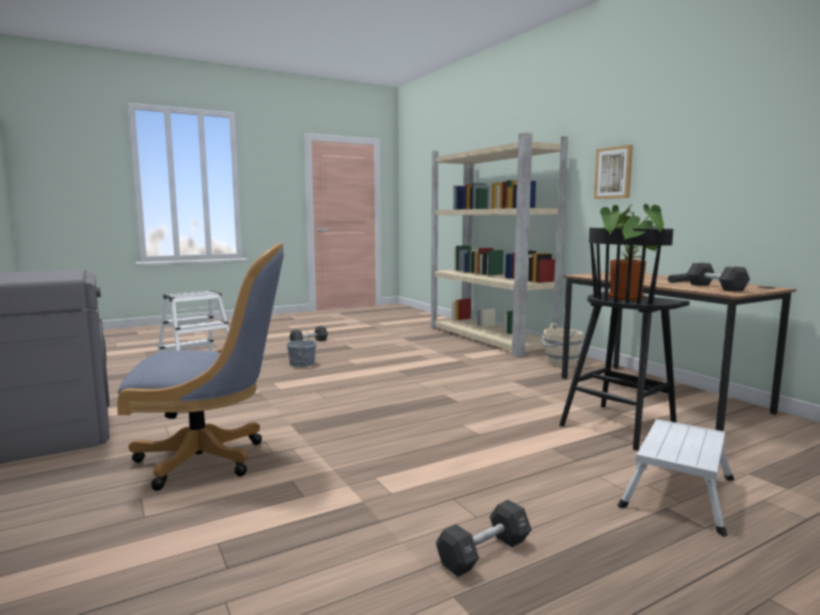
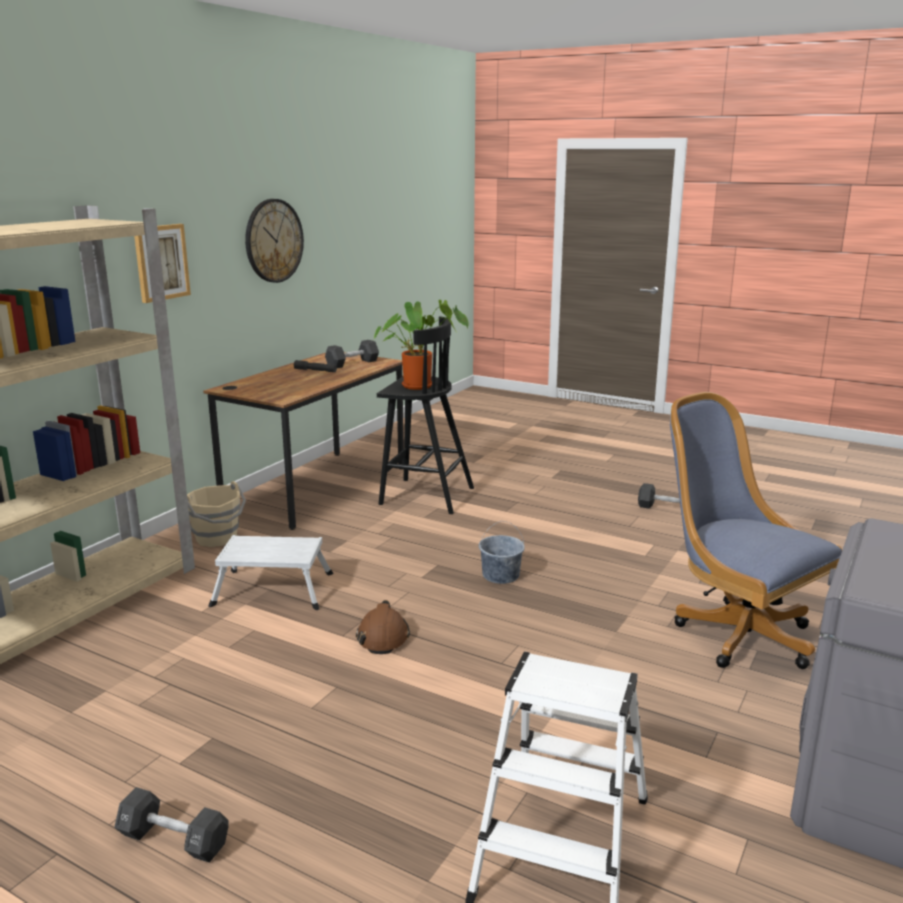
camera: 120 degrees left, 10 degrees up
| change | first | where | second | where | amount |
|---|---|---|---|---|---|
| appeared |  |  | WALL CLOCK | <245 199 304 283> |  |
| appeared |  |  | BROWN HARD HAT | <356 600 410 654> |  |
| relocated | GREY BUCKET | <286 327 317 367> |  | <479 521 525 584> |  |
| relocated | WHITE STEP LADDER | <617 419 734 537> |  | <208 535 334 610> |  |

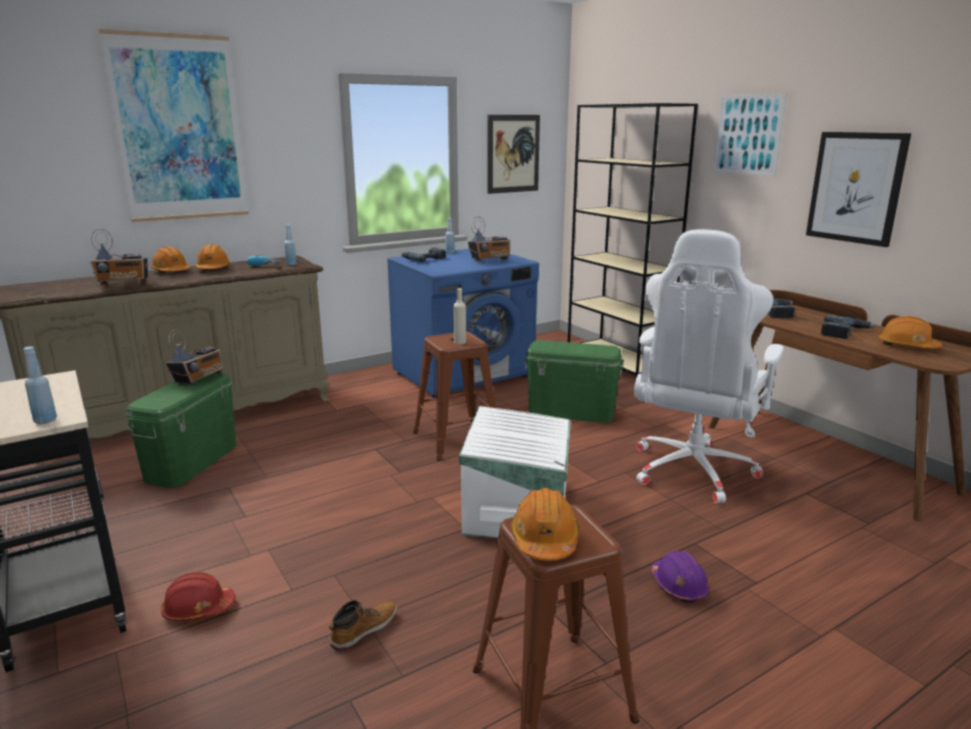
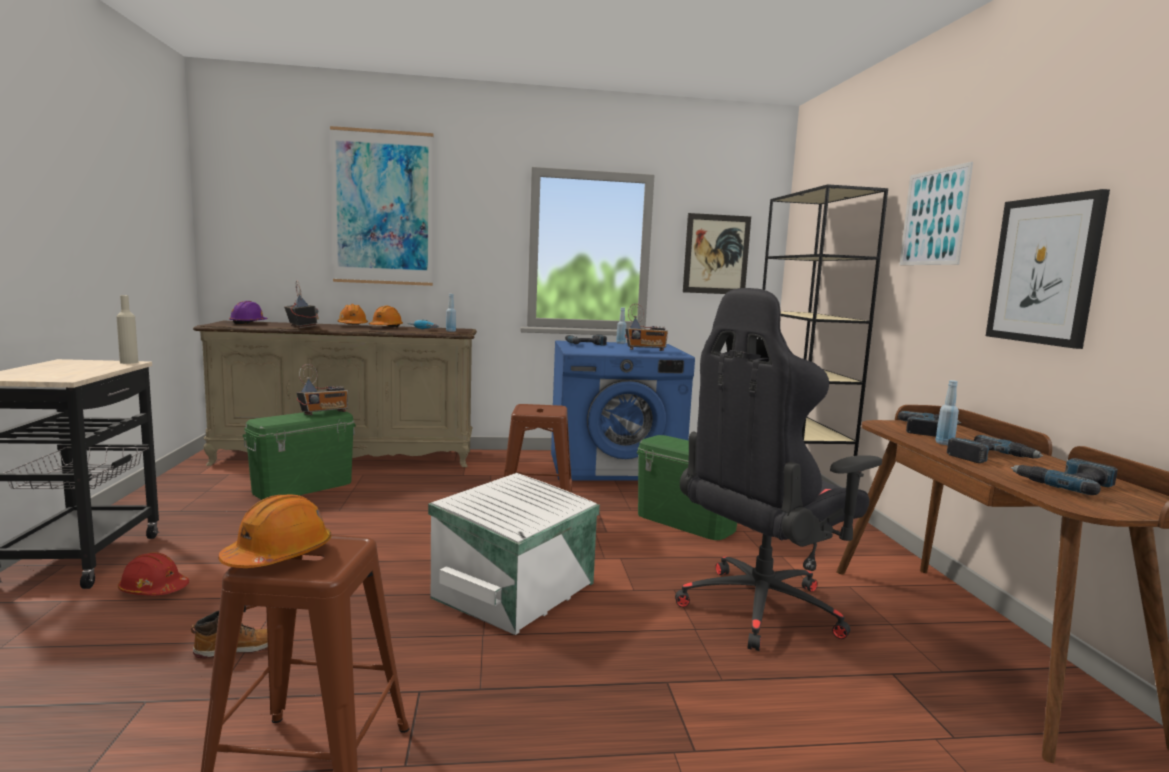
camera: 25 degrees right, 10 degrees down
| change | first | where | second | where | amount |
|---|---|---|---|---|---|
| relocated | BLUE BOTTLE | <23 347 57 424> |  | <936 380 959 445> |  |
| relocated | BEIGE BOTTLE | <453 288 466 344> |  | <117 295 138 364> |  |
| relocated | PURPLE HARD HAT | <651 550 710 602> |  | <229 301 268 325> |  |
| exchanged | ORANGE HARD HAT | <878 316 942 348> | POWER DRILL | <1011 458 1118 495> |  |
| colour | WHITE OFFICE CHAIR | <634 229 784 503> | BLACK OFFICE CHAIR | <675 288 882 651> |  |
| spun | RADIO | <90 229 148 285> |  | <284 281 319 329> | 135 degrees counterclockwise |

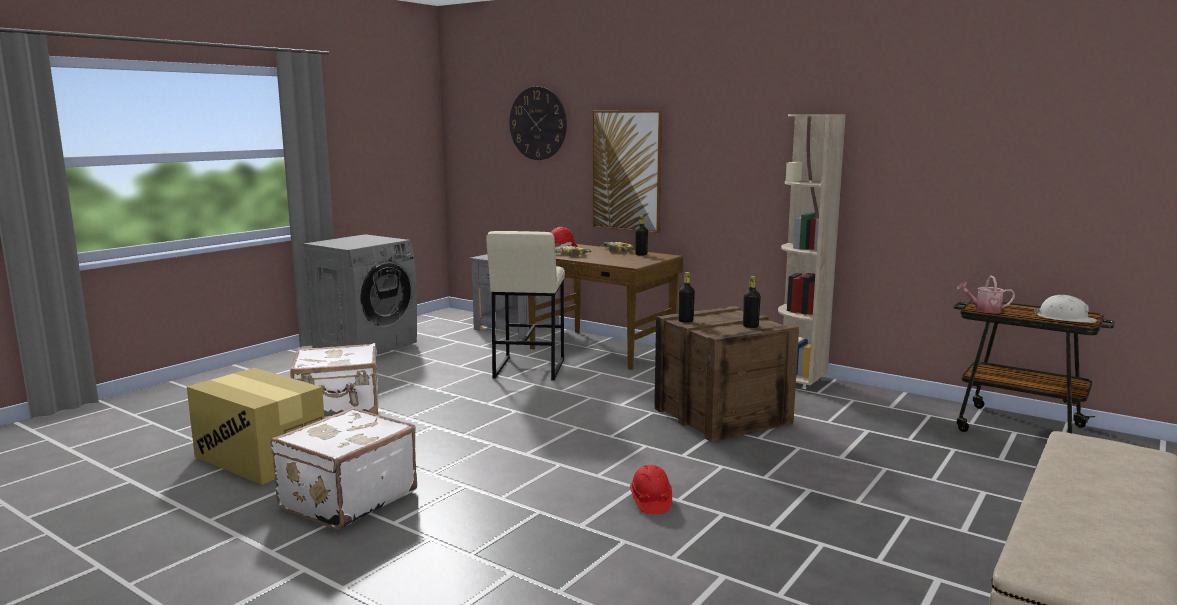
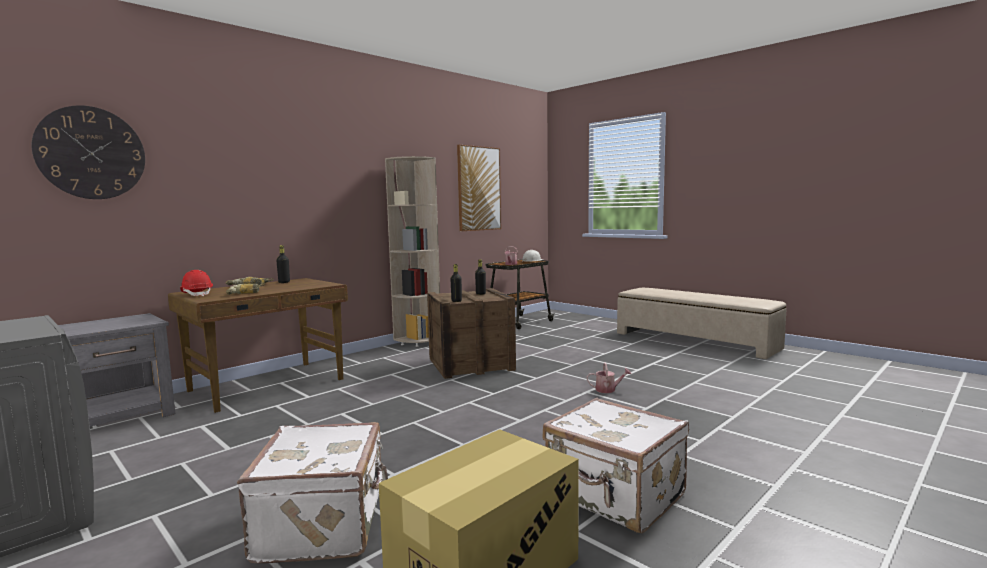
camera: 80 degrees left, 5 degrees down
| change | first | where | second | where | amount |
|---|---|---|---|---|---|
| missing | BEIGE STOOL | <486 231 565 381> |  |  |  |
| relocated | PICTURE | <593 111 663 233> |  | <457 145 501 231> |  |
| exchanged | RED HARD HAT | <630 465 672 514> | WATERING CAN | <587 362 631 393> |  |

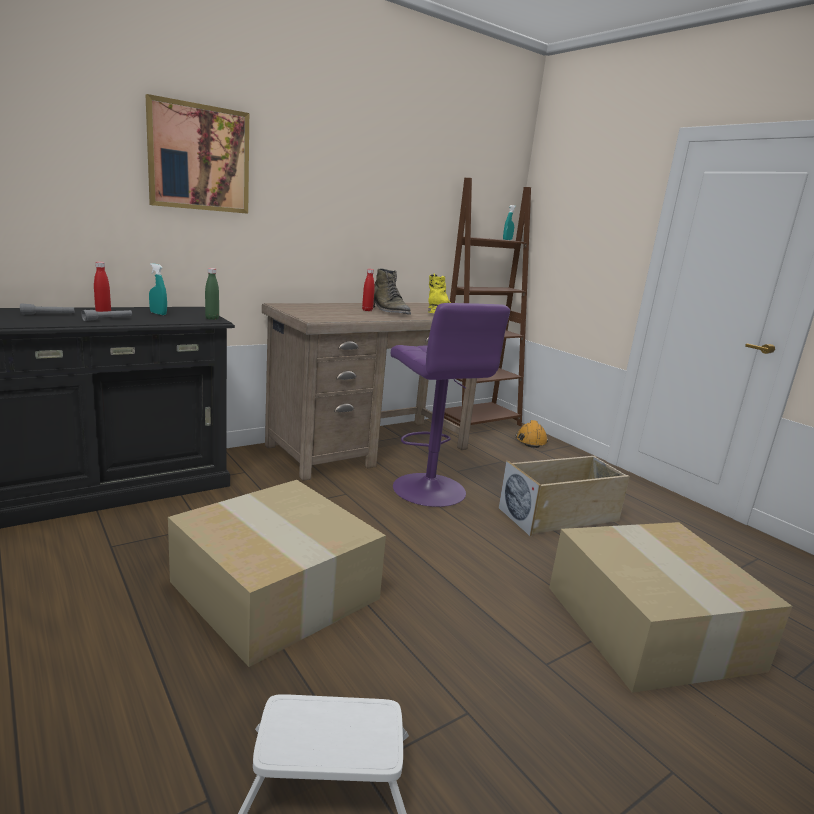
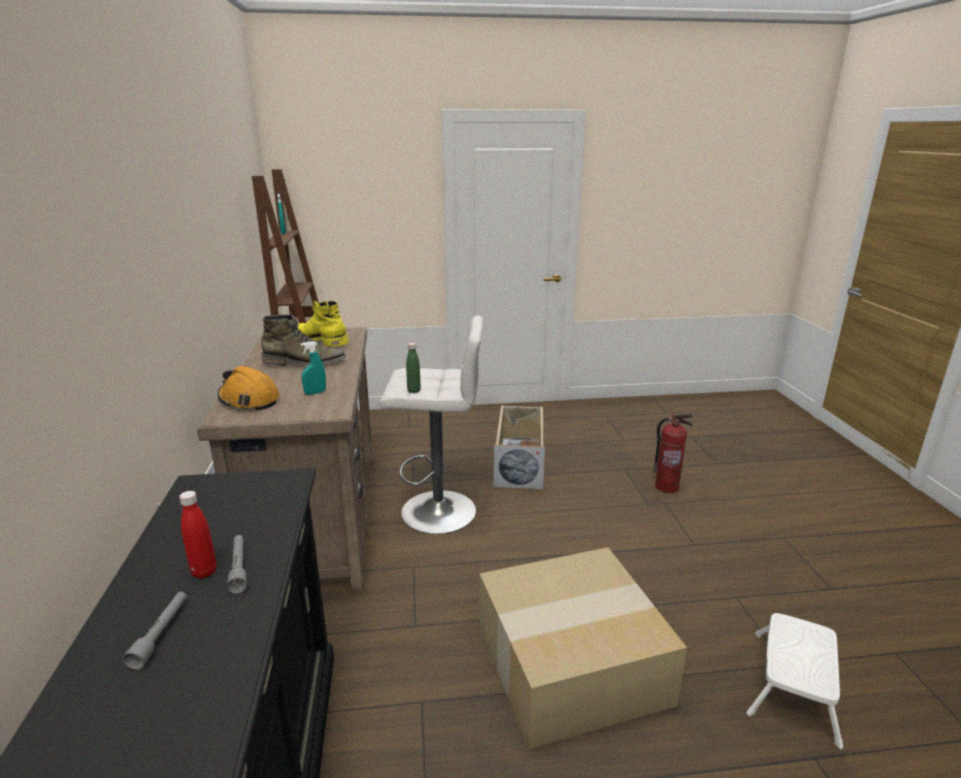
camera: 60 degrees left, 5 degrees up
| change | first | where | second | where | amount |
|---|---|---|---|---|---|
| missing | PICTURE | <146 94 249 214> |  |  |  |
| missing | RED BOTTLE | <362 269 375 311> |  |  |  |
| relocated | TURQUOISE SPRAY BOTTLE | <149 263 167 315> |  | <301 341 326 395> |  |
| relocated | GREEN BOTTLE | <205 268 219 320> |  | <406 343 421 393> |  |
| relocated | ORANGE HARD HAT | <516 420 548 448> |  | <218 366 280 410> |  |
| exchanged | CARDBOARD BOX | <549 522 792 693> | FIRE EXTINGUISHER | <654 414 693 493> |  |
| colour | PURPLE STOOL | <391 303 510 507> | WHITE STOOL | <380 315 484 534> |  |

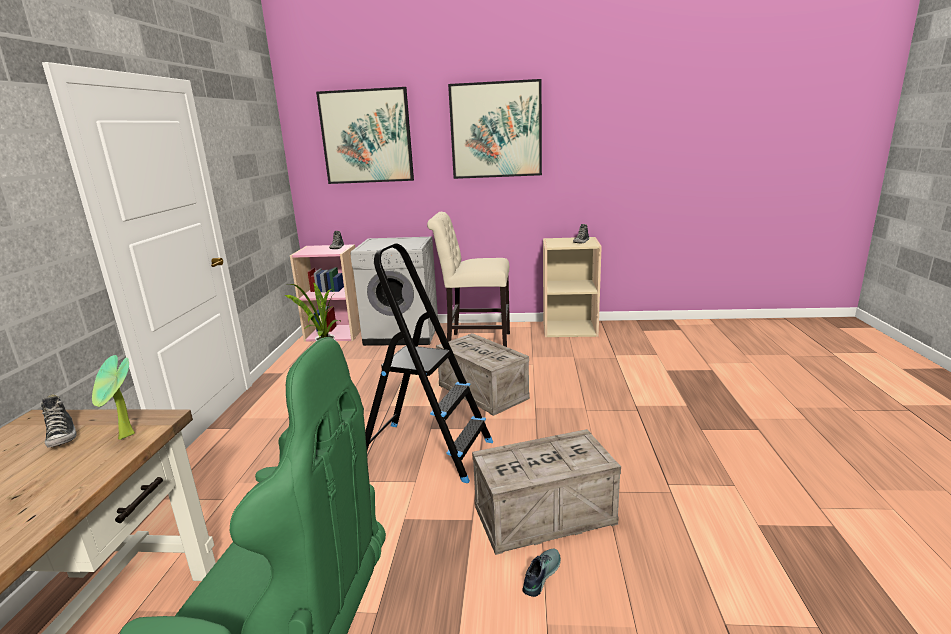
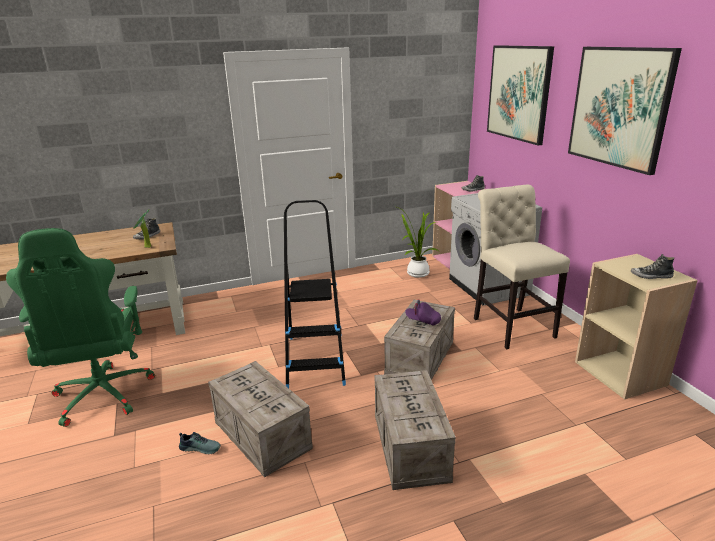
camera: 65 degrees right, 5 degrees up
| change | first | where | second | where | amount |
|---|---|---|---|---|---|
| appeared |  |  | CRATE | <374 370 456 490> |  |
| appeared |  |  | PURPLE CAP | <405 299 441 325> |  |

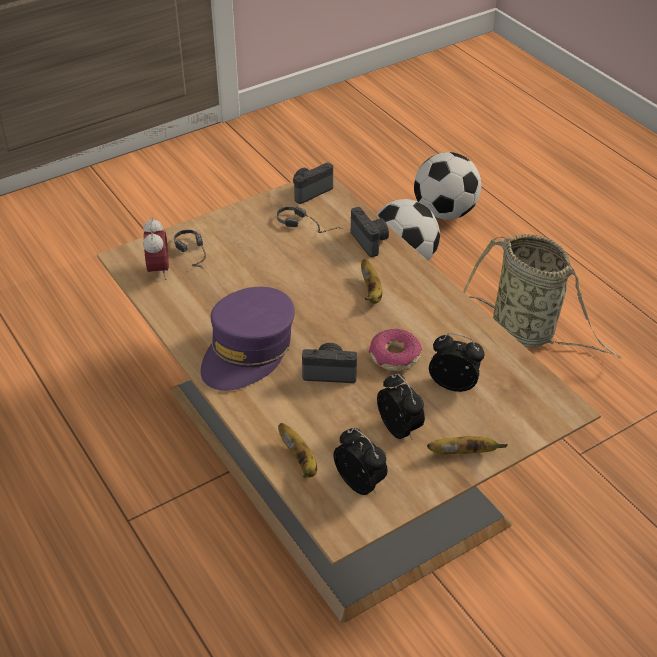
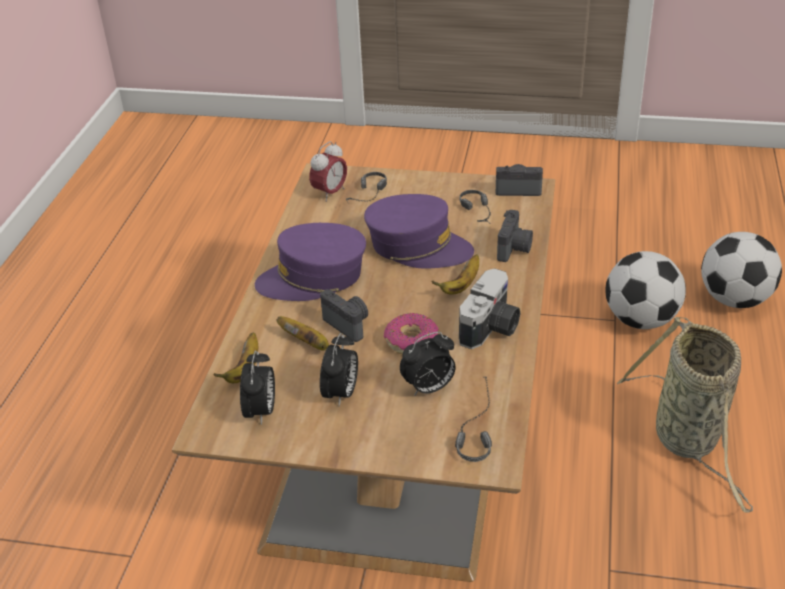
camera: 45 degrees right, 5 degrees down
| change | first | where | second | where | amount |
|---|---|---|---|---|---|
| appeared |  |  | PURPLE CAP | <364 194 474 269> |  |
| appeared |  |  | HEADPHONES | <455 377 492 462> |  |
| appeared |  |  | PHOTO CAMERA | <459 268 521 349> |  |
| relocated | BANANA | <427 436 508 454> |  | <277 316 329 351> |  |
| spun | ALARM CLOCK | <429 333 484 392> |  | <400 332 456 396> | 90 degrees clockwise |

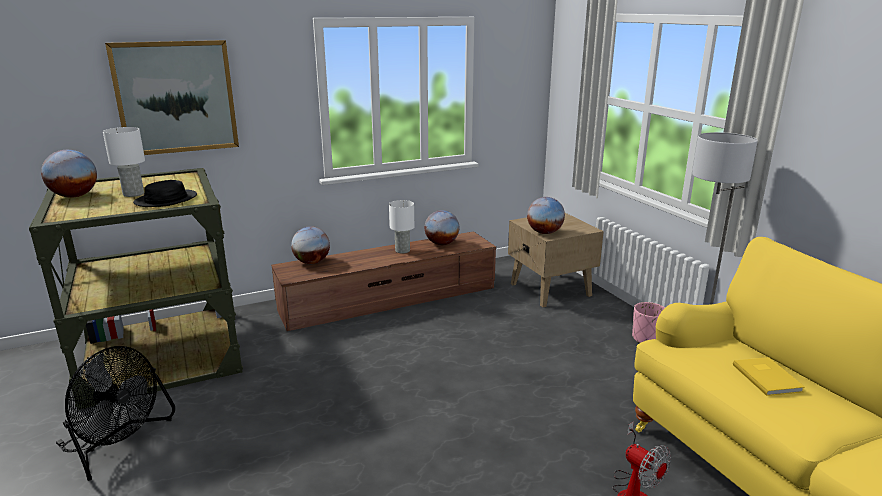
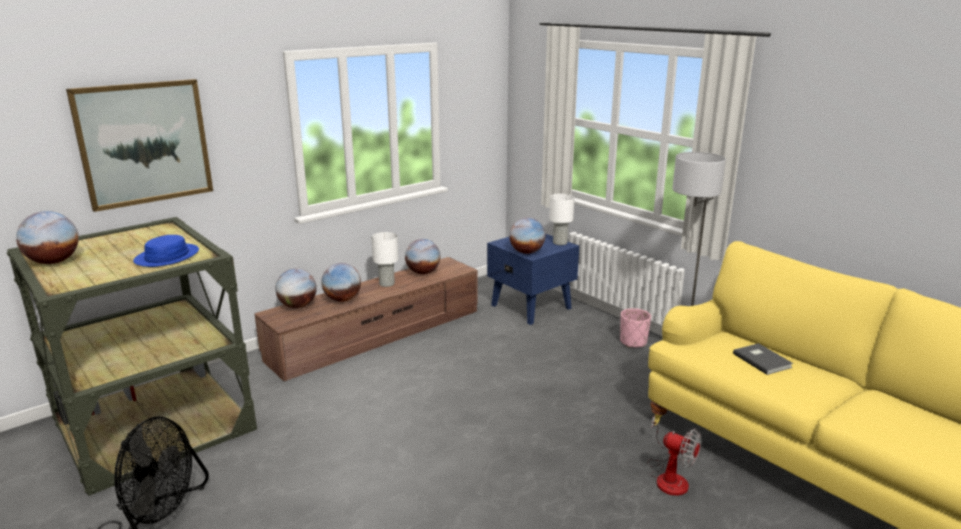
camera: 15 degrees left, 0 degrees up
| change | first | where | second | where | amount |
|---|---|---|---|---|---|
| appeared |  |  | GLOBE | <321 263 361 302> |  |
| relocated | WHITE TABLE LAMP | <103 127 145 197> |  | <549 194 575 245> |  |
| colour | BLACK HAT | <133 180 197 207> | BLUE HAT | <133 235 199 267> |  |
| colour | BEIGE NIGHTSTAND | <508 213 604 308> | BLUE NIGHTSTAND | <487 234 579 325> |  |
| colour | YELLOW BOOK | <733 357 805 396> | GREY BOOK | <733 343 793 375> |  |

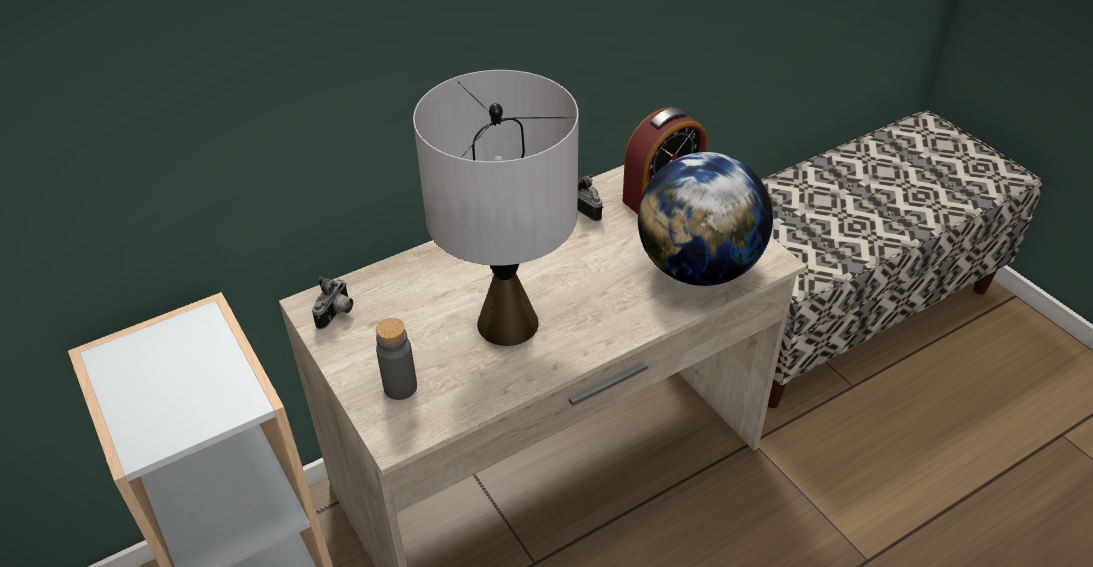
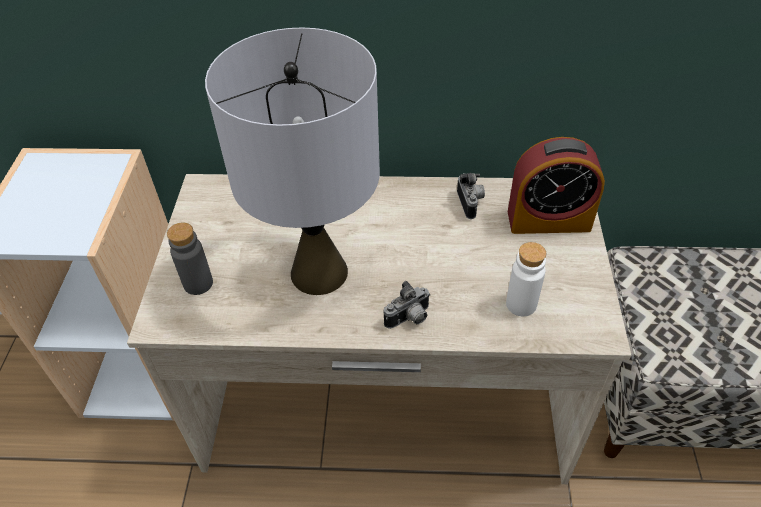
camera: 35 degrees right, 5 degrees up
| change | first | where | second | where | amount |
|---|---|---|---|---|---|
| relocated | PHOTO CAMERA | <312 277 353 329> |  | <384 281 430 329> |  |
| exchanged | GLOBE | <638 152 773 286> | WHITE BOTTLE | <506 242 546 316> |  |

